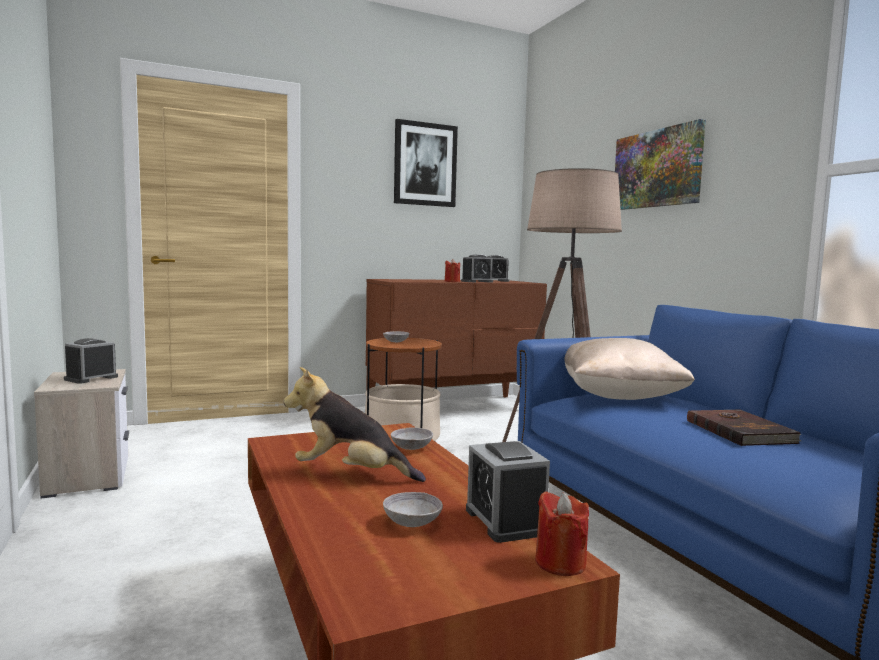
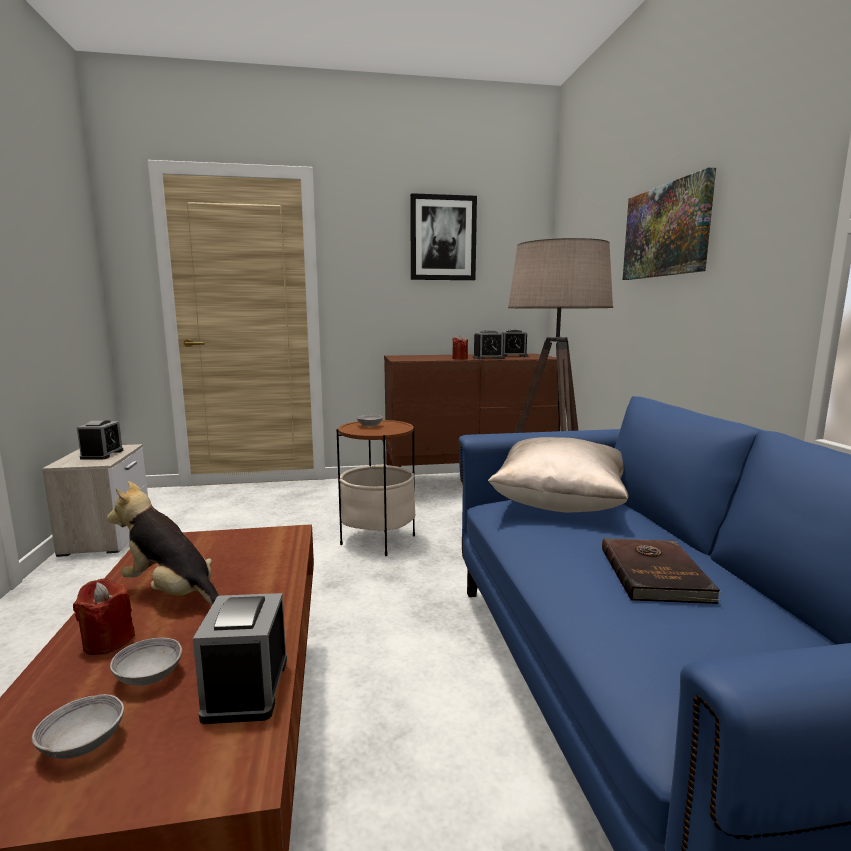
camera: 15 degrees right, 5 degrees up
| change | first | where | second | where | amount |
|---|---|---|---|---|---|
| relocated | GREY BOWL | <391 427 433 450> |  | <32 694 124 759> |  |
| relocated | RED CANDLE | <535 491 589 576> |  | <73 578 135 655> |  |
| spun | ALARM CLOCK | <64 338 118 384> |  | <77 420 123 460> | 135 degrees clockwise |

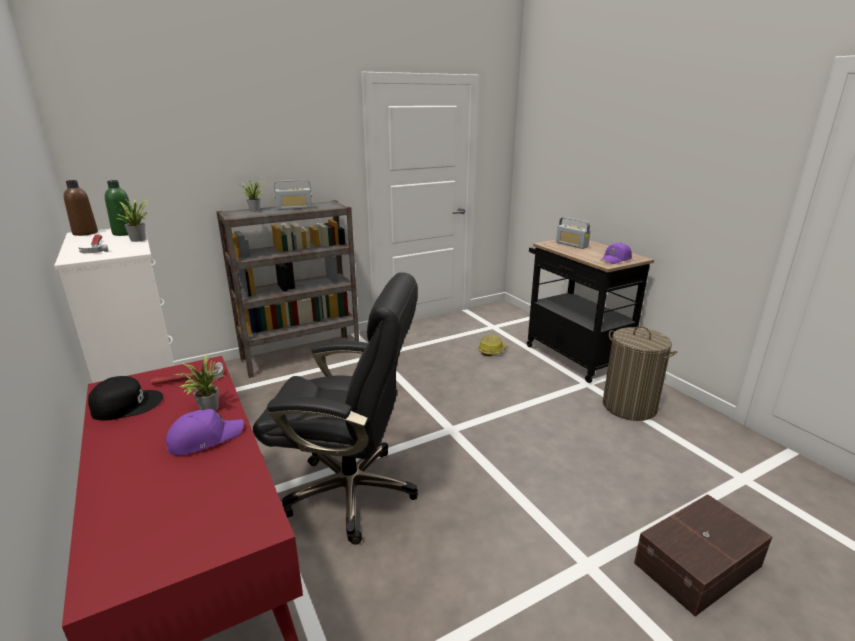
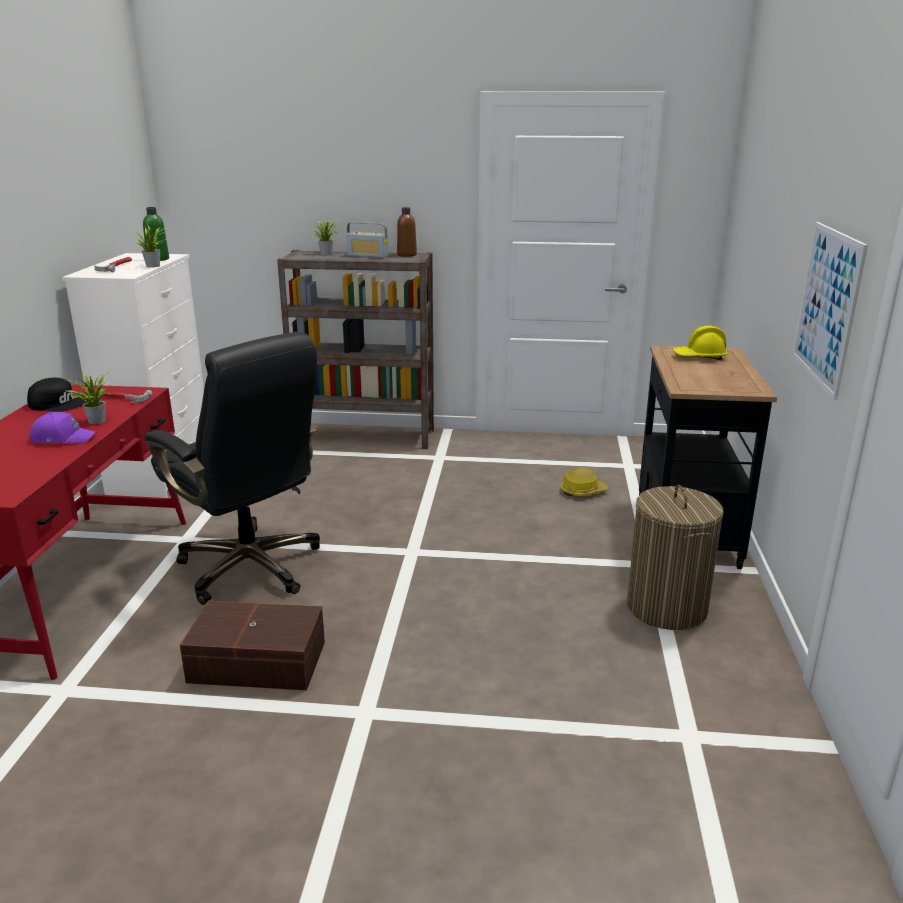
camera: 35 degrees right, 0 degrees up
| change | first | where | second | where | amount |
|---|---|---|---|---|---|
| missing | PURPLE CAP | <602 242 632 264> |  |  |  |
| appeared |  |  | PICTURE | <792 222 868 400> |  |
| relocated | BROWN BOTTLE | <64 180 98 236> |  | <397 207 417 257> |  |
| relocated | BROWN STORAGE BOX | <634 494 772 616> |  | <180 601 325 690> |  |
| exchanged | RADIO | <556 217 591 249> | YELLOW HARD HAT | <673 326 728 360> |  |

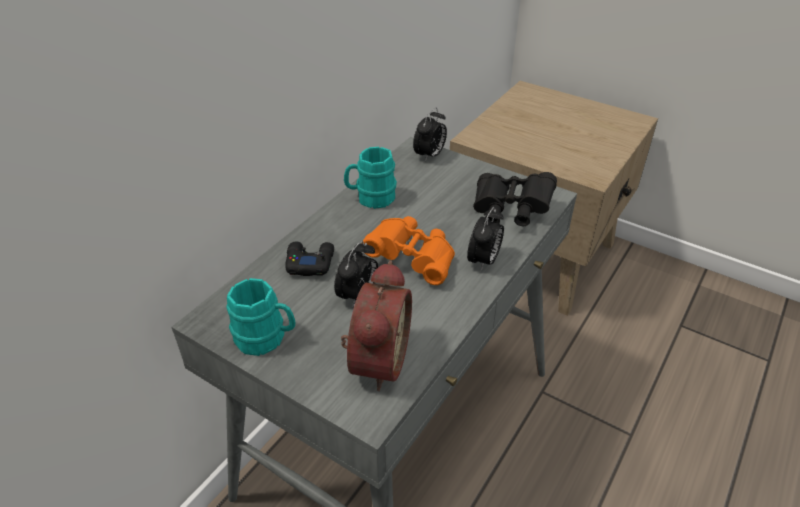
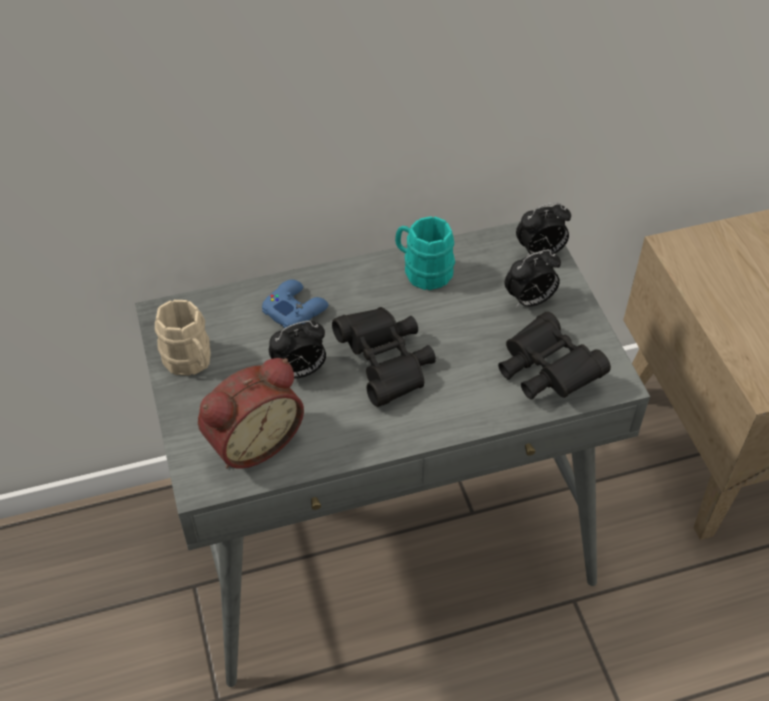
camera: 40 degrees right, 10 degrees up
| change | first | where | second | where | amount |
|---|---|---|---|---|---|
| relocated | ALARM CLOCK | <467 207 504 272> |  | <504 250 561 308> |  |
| colour | TURQUOISE MUG | <226 278 295 356> | BEIGE MUG | <155 300 211 376> |  |
| colour | BLACK GAME CONTROLLER | <285 241 334 276> | BLUE GAME CONTROLLER | <262 280 329 328> |  |
| colour | ORANGE BINOCULARS | <362 216 455 285> | BLACK BINOCULARS | <332 307 436 407> |  |

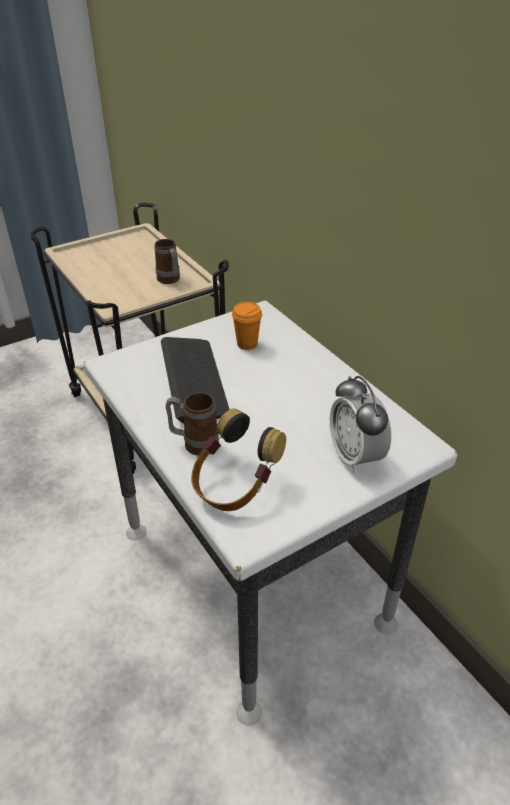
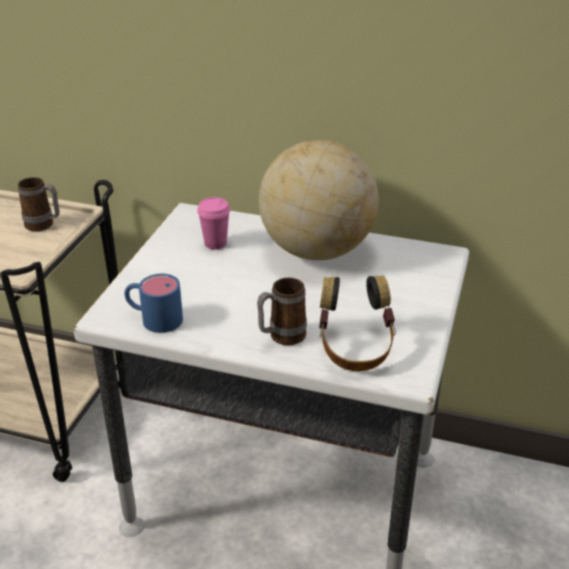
camera: 40 degrees left, 5 degrees down
| change | first | where | second | where | amount |
|---|---|---|---|---|---|
| missing | KEYBOARD | <161 337 230 424> |  |  |  |
| missing | ALARM CLOCK | <330 376 391 473> |  |  |  |
| appeared |  |  | BLUE MUG | <125 274 183 333> |  |
| appeared |  |  | GLOBE | <259 140 378 260> |  |
| colour | ORANGE CUP | <232 302 262 350> | PINK CUP | <197 197 230 249> |  |

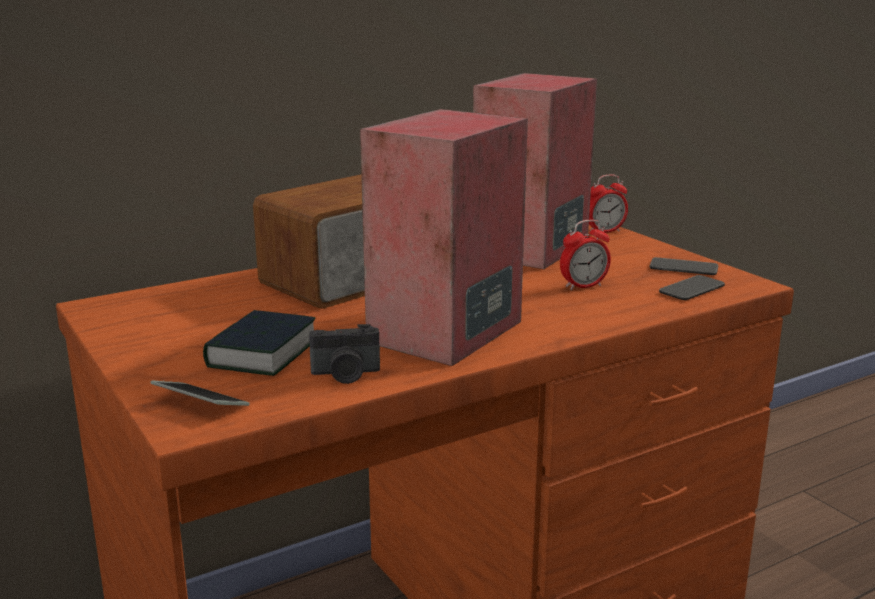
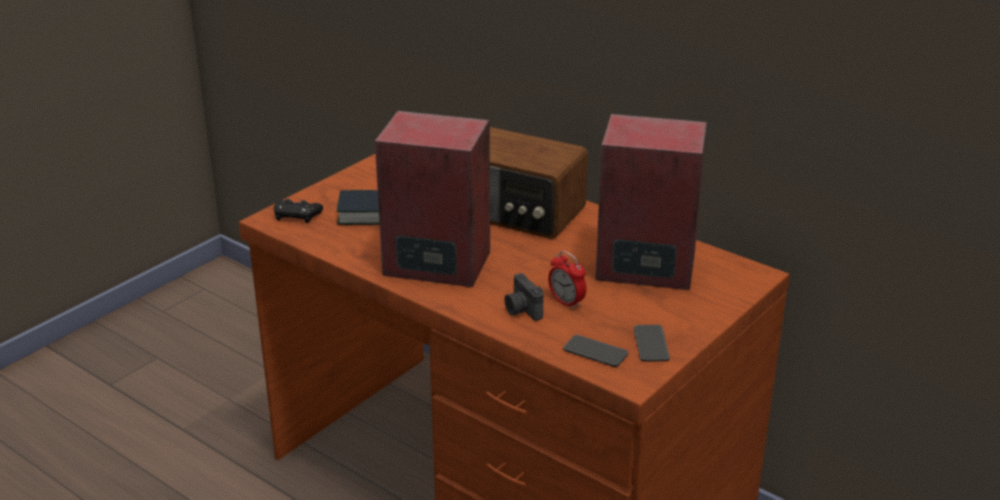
camera: 70 degrees right, 10 degrees up
| change | first | where | second | where | amount |
|---|---|---|---|---|---|
| missing | ALARM CLOCK | <589 175 628 233> |  |  |  |
| relocated | PHOTO CAMERA | <309 324 380 384> |  | <505 273 543 321> |  |
| exchanged | PHONE | <150 380 250 406> | BLACK GAME CONTROLLER | <274 199 323 223> |  |

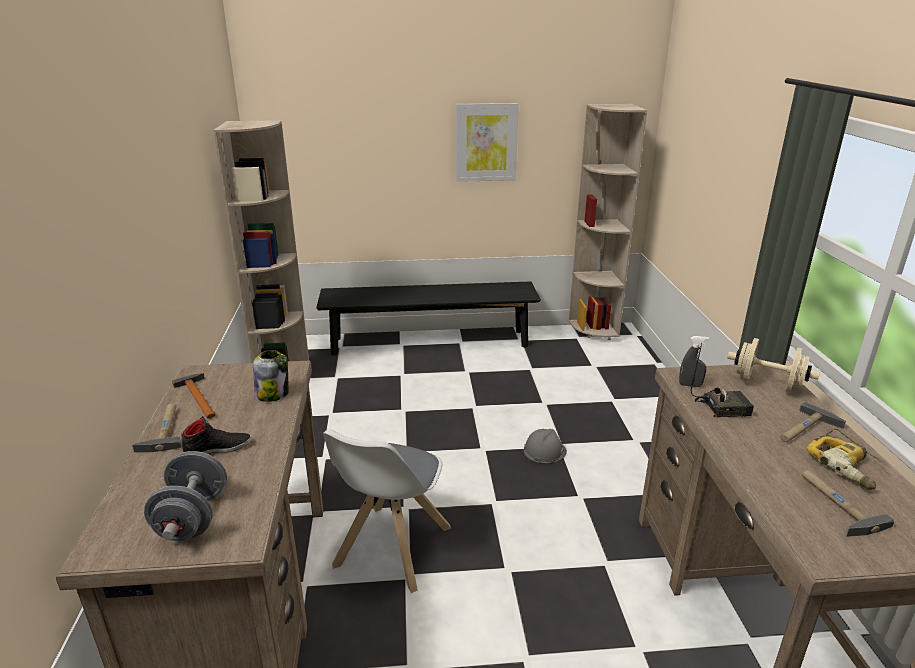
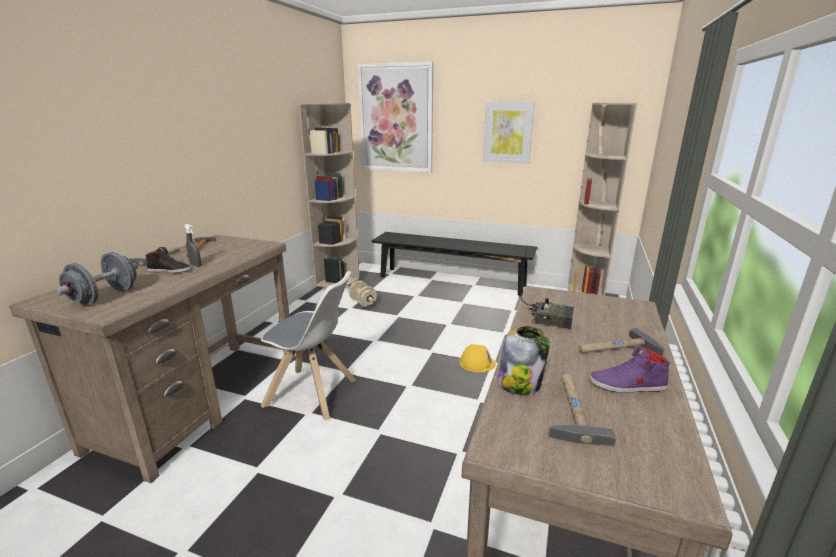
camera: 25 degrees right, 5 degrees down
| change | first | where | second | where | amount |
|---|---|---|---|---|---|
| appeared |  |  | PICTURE | <358 62 433 173> |  |
| relocated | JAR | <253 350 289 402> |  | <497 326 550 395> |  |
| relocated | GREY SPRAY BOTTLE | <679 336 709 387> |  | <184 224 201 267> |  |
| relocated | BEIGE DUMBBELL | <727 338 820 393> |  | <349 281 377 307> |  |
| exchanged | POWER DRILL | <807 429 888 490> | PURPLE SHOE | <589 345 670 393> |  |
| colour | GREY HARD HAT | <524 429 567 463> | YELLOW HARD HAT | <459 344 496 372> |  |
| spun | CHAIR | <323 429 451 593> |  | <261 271 357 420> | 120 degrees counterclockwise |

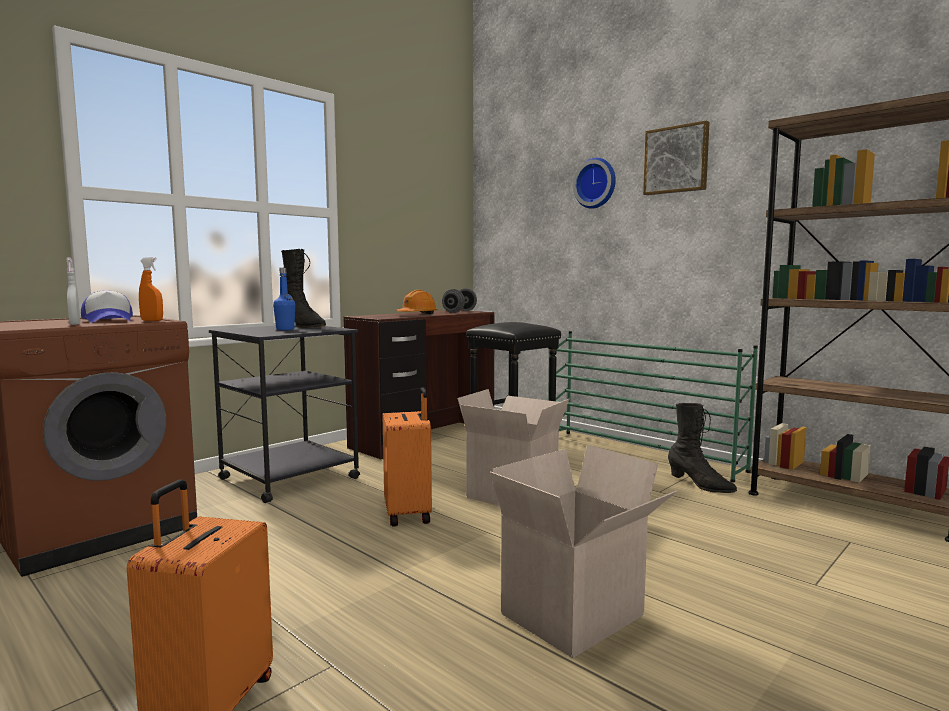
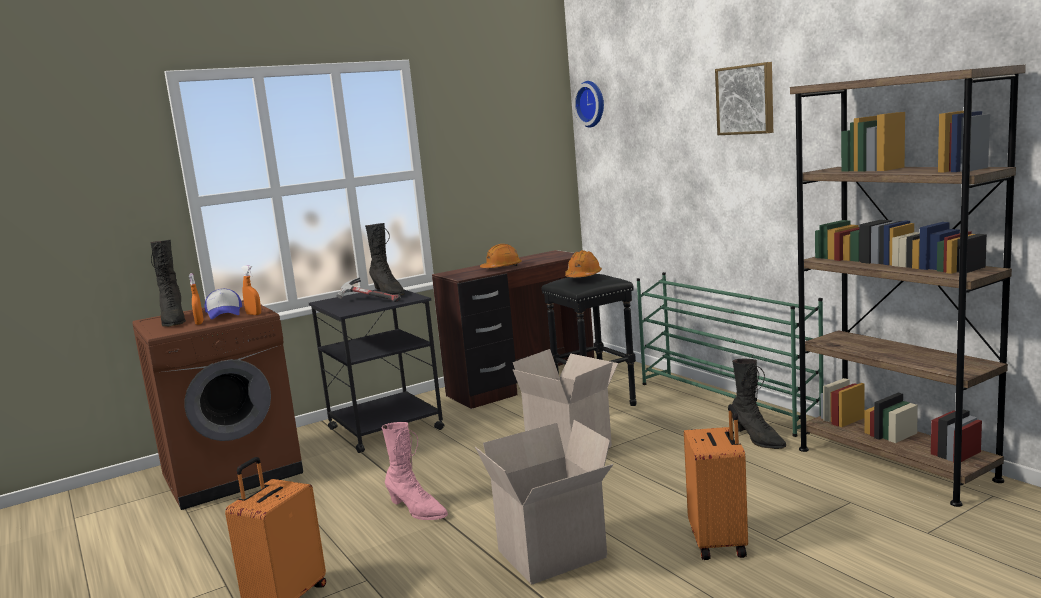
camera: 15 degrees right, 5 degrees up
| change | first | where | second | where | amount |
|---|---|---|---|---|---|
| missing | GREY DUMBBELL | <442 288 477 313> |  |  |  |
| appeared |  |  | BLACK BOOT | <150 240 186 327> |  |
| appeared |  |  | PINK BOOT | <382 422 448 520> |  |
| appeared |  |  | ORANGE HARD HAT | <565 250 602 277> |  |
| relocated | ORANGE SUITCASE | <383 387 432 527> |  | <684 404 748 560> |  |
| relocated | WALL CLOCK | <573 158 616 209> |  | <573 81 604 128> |  |
| exchanged | BLUE BOTTLE | <273 268 295 330> | HAMMER | <336 278 401 302> |  |
| colour | WHITE SPRAY BOTTLE | <67 257 81 325> | ORANGE SPRAY BOTTLE | <189 273 204 325> |  |

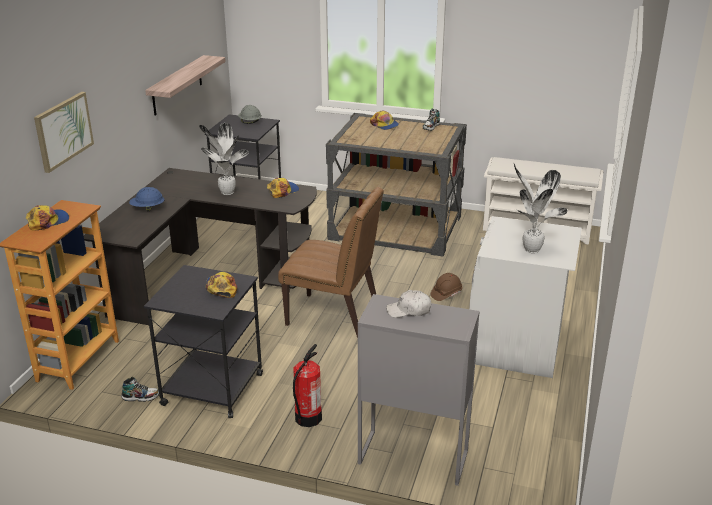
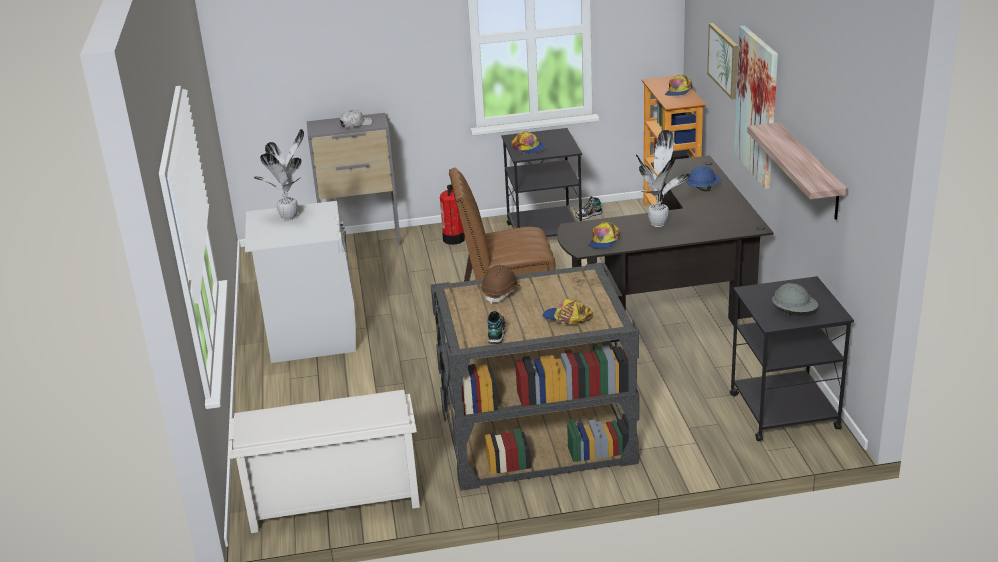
camera: 155 degrees right, 0 degrees up
| change | first | where | second | where | amount |
|---|---|---|---|---|---|
| appeared |  |  | PICTURE | <734 26 778 189> |  |
| relocated | BROWN HARD HAT | <430 273 463 301> |  | <481 265 521 304> |  |

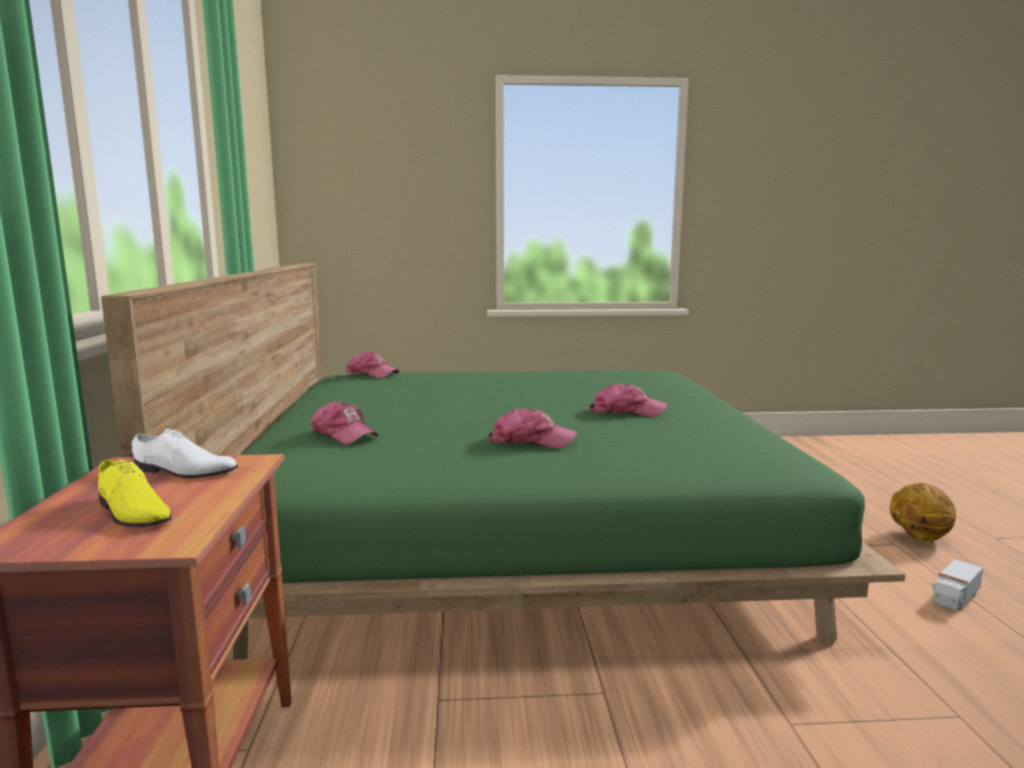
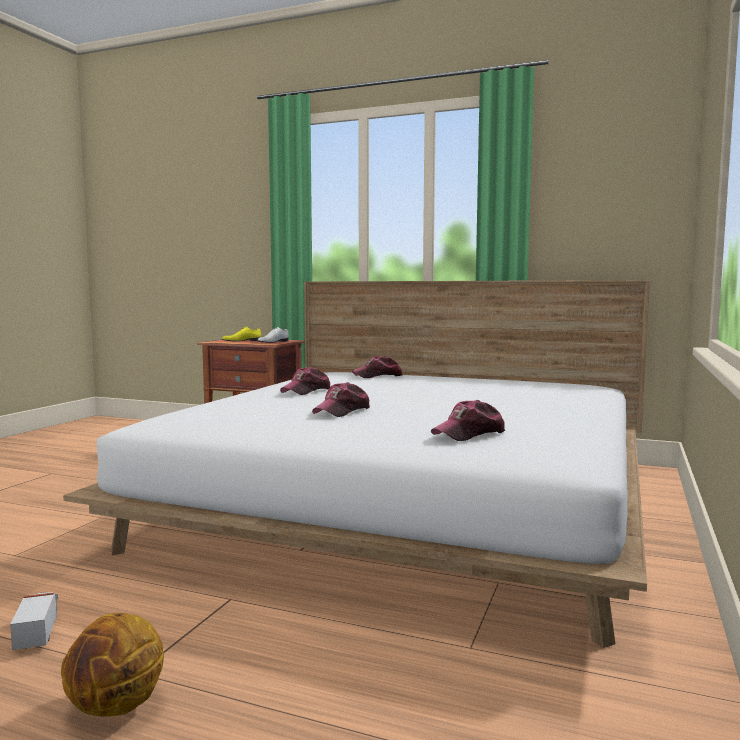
camera: 115 degrees right, 5 degrees down
| change | first | where | second | where | amount |
|---|---|---|---|---|---|
| relocated | CAP | <346 351 399 378> |  | <431 400 506 441> |  |
| colour | GREEN BED | <101 263 906 660> | WHITE BED | <63 280 650 648> |  |

